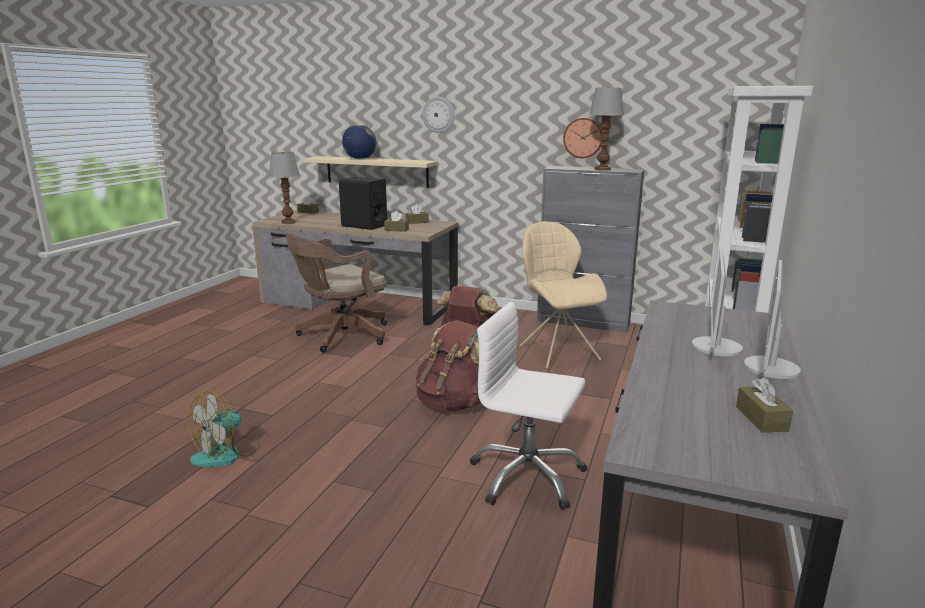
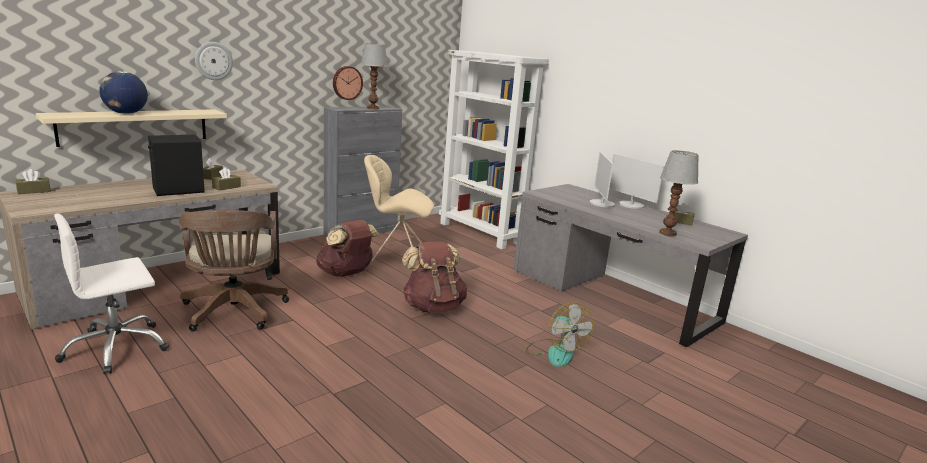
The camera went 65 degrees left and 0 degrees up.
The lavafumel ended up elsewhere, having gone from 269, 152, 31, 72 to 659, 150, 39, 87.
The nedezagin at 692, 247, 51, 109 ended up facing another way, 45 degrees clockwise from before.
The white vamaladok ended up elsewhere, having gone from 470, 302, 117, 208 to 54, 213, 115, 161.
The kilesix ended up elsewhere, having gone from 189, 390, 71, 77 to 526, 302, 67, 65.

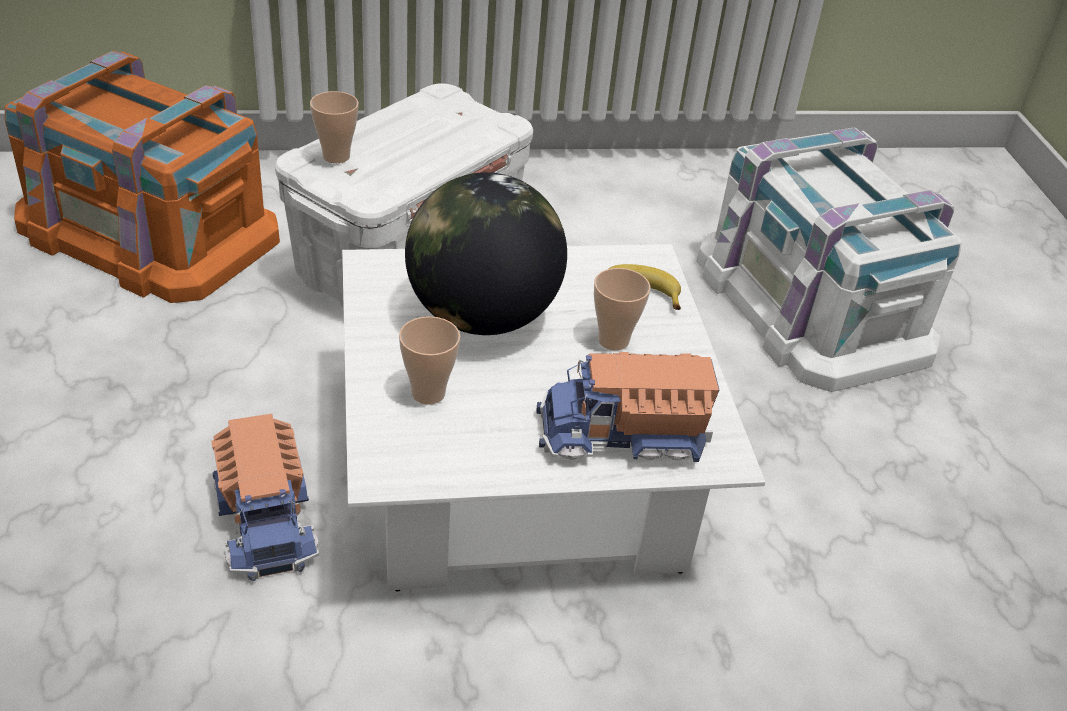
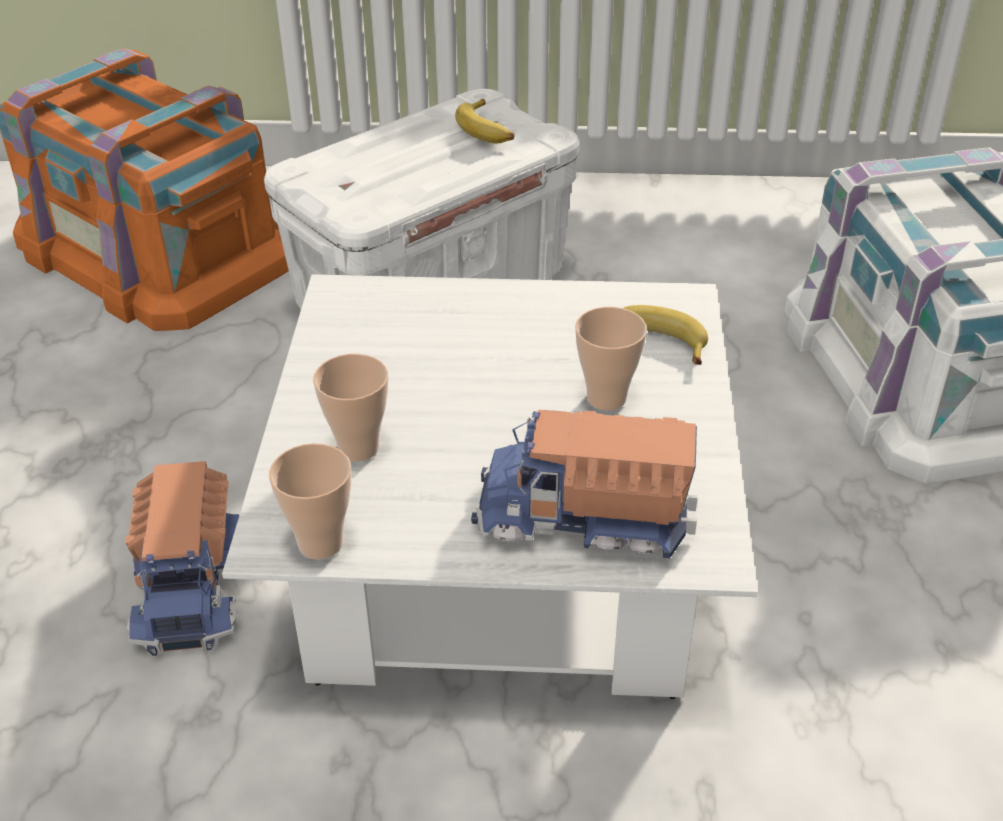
The camera went 15 degrees right and 0 degrees up.
The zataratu ended up elsewhere, having gone from 310, 91, 49, 72 to 269, 443, 83, 116.
The second view lost the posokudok at 405, 172, 162, 163.
The second view gained the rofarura at 455, 99, 60, 44.

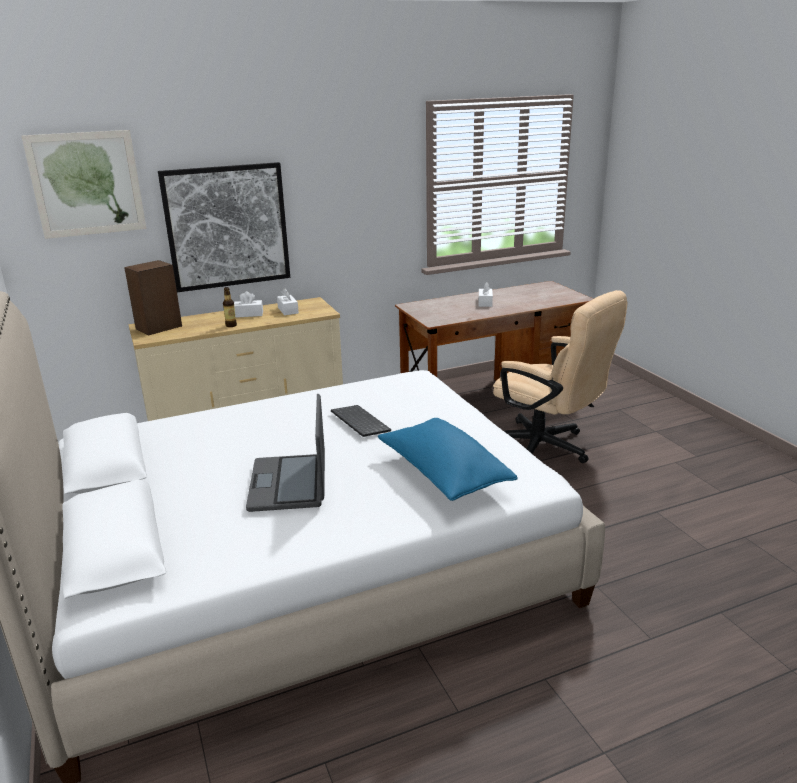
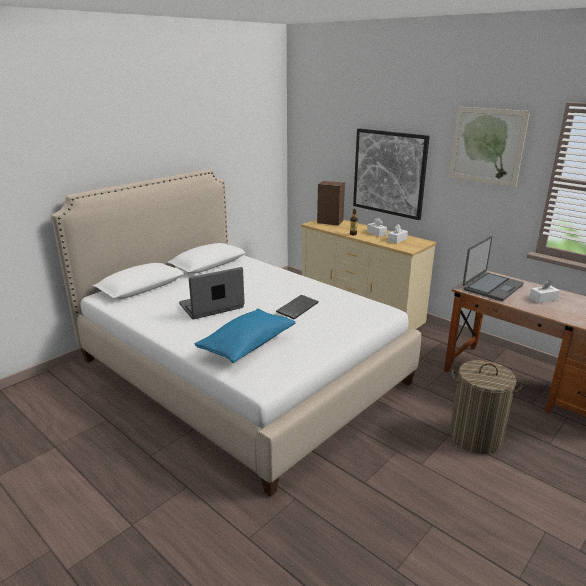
The camera went 65 degrees right and 0 degrees up.
The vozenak ended up elsewhere, having gone from 21, 130, 126, 109 to 449, 107, 81, 80.
Where the beige vamaladok stood at 493, 290, 134, 173, the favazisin came to stand at 450, 360, 73, 94.
The second view gained the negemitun at 463, 236, 61, 65.

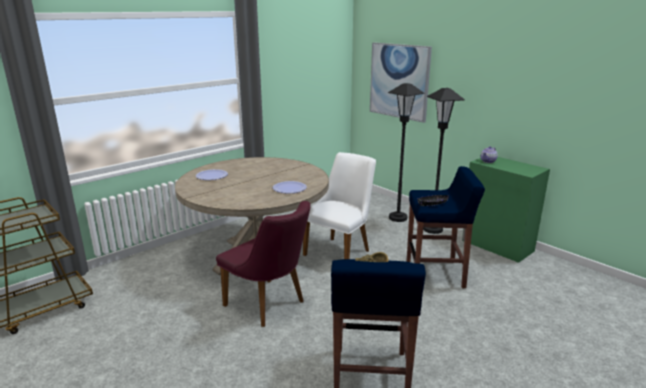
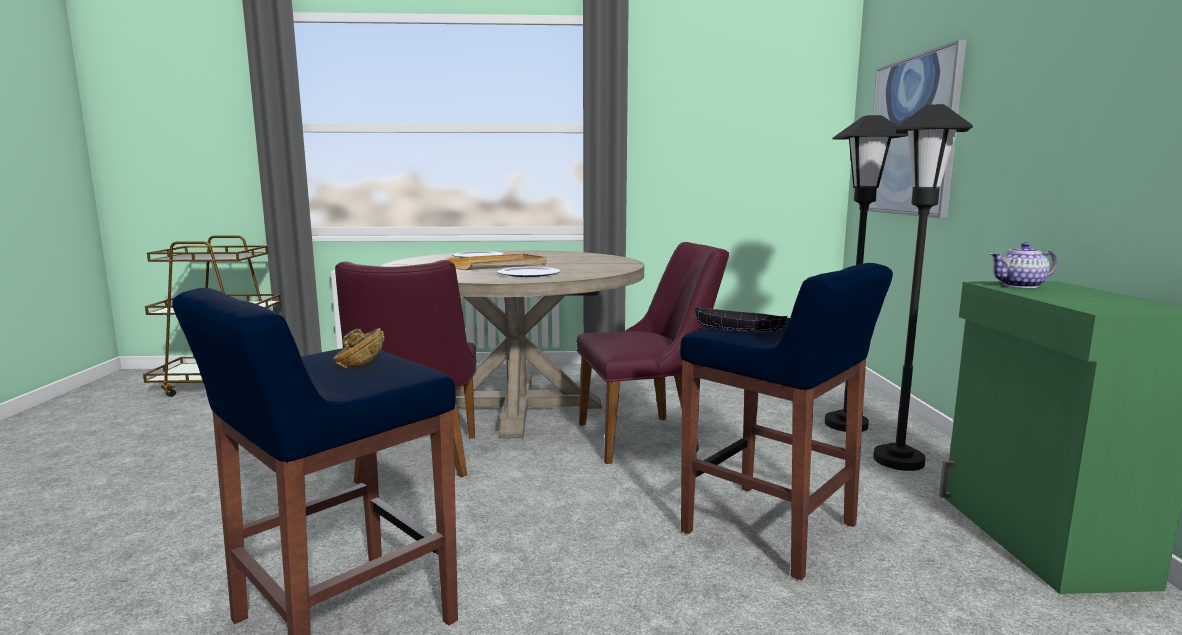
The camera went 40 degrees right and 10 degrees down.
What was the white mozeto at 303, 152, 73, 107 turned into the purple mozeto at 576, 242, 153, 222.
The second view gained the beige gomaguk at 446, 254, 101, 16.

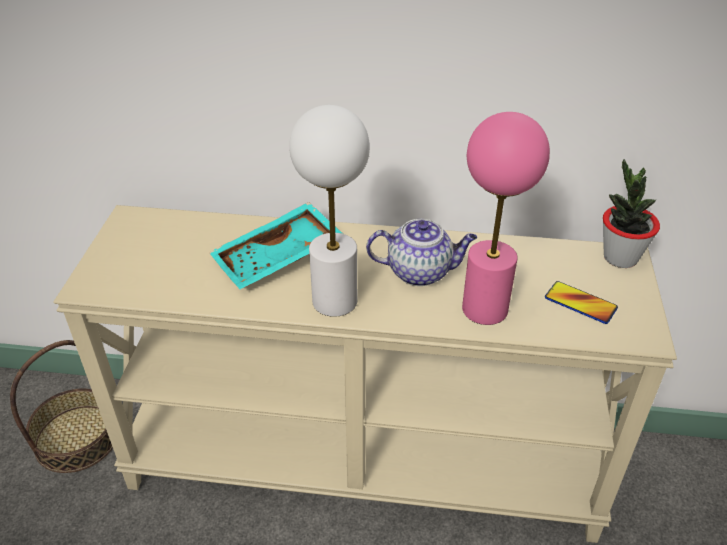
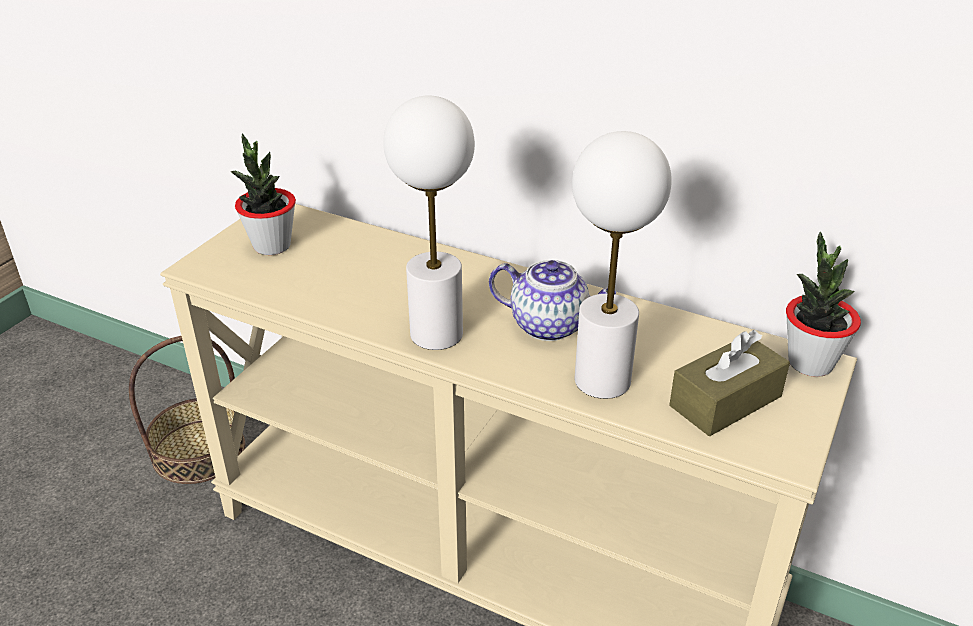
The camera went 20 degrees right and 5 degrees down.
What was the pink lavafumel at 462, 112, 88, 213 turned into the white lavafumel at 572, 131, 100, 268.
The second view lost the turquoise gomaguk at 209, 202, 134, 87.
Where the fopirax stood at 545, 281, 73, 43, the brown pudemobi came to stand at 669, 330, 121, 106.
The second view gained the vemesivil at 231, 134, 65, 121.

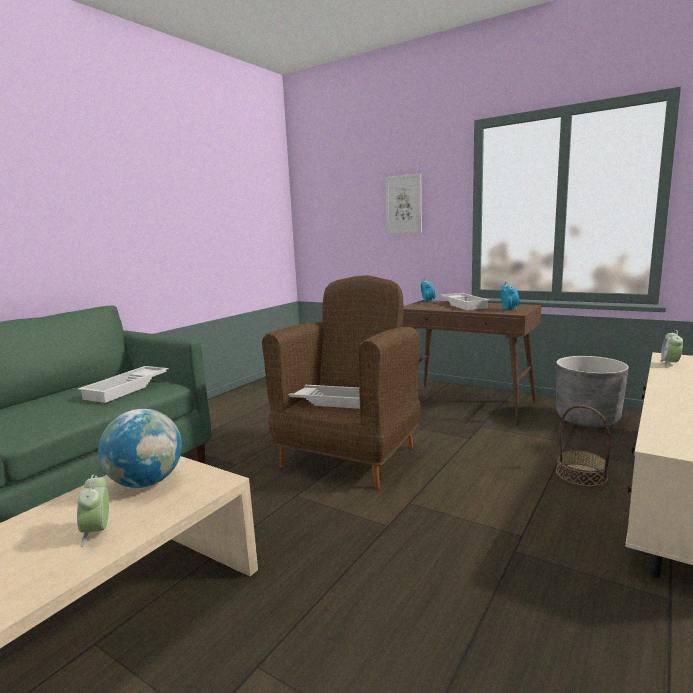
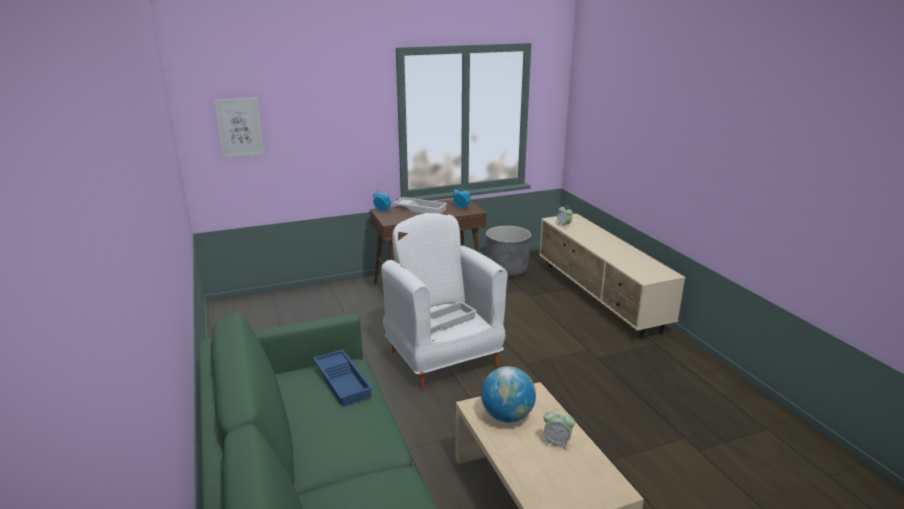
The camera went 55 degrees left and 10 degrees up.
The vozenak ended up elsewhere, having gone from 385, 173, 37, 61 to 214, 98, 50, 60.
What was the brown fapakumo at 262, 275, 159, 214 turned into the white fapakumo at 381, 213, 127, 176.
What was the white gomaguk at 78, 366, 91, 37 turned into the blue gomaguk at 313, 349, 60, 58.
The second view lost the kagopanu at 556, 405, 55, 82.

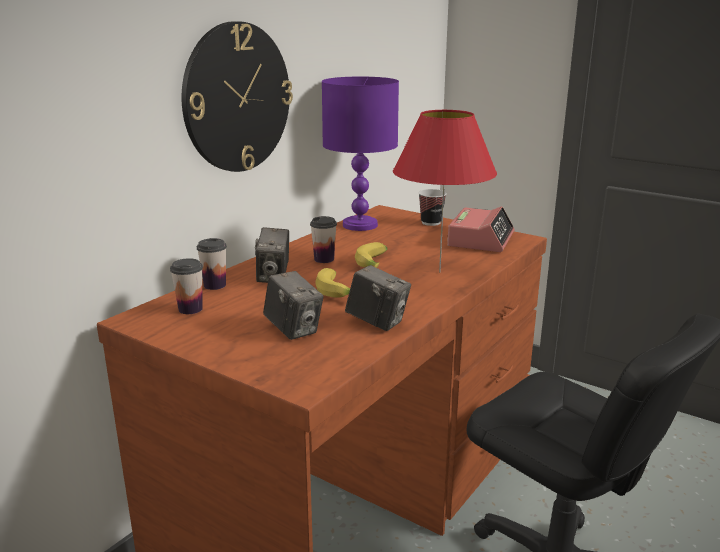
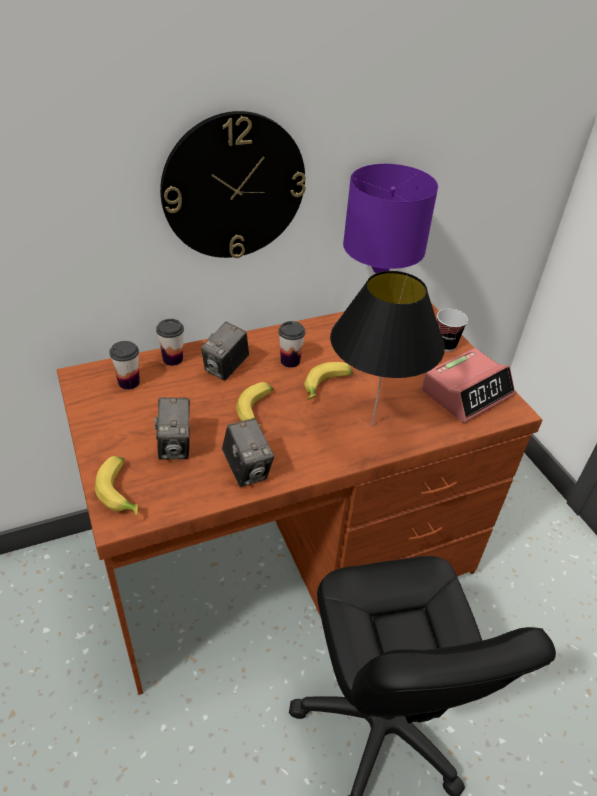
The camera went 30 degrees right and 20 degrees up.
What was the red lavafumel at 393, 110, 104, 163 turned into the black lavafumel at 330, 271, 115, 155.
The second view gained the rofarura at 95, 456, 43, 60.

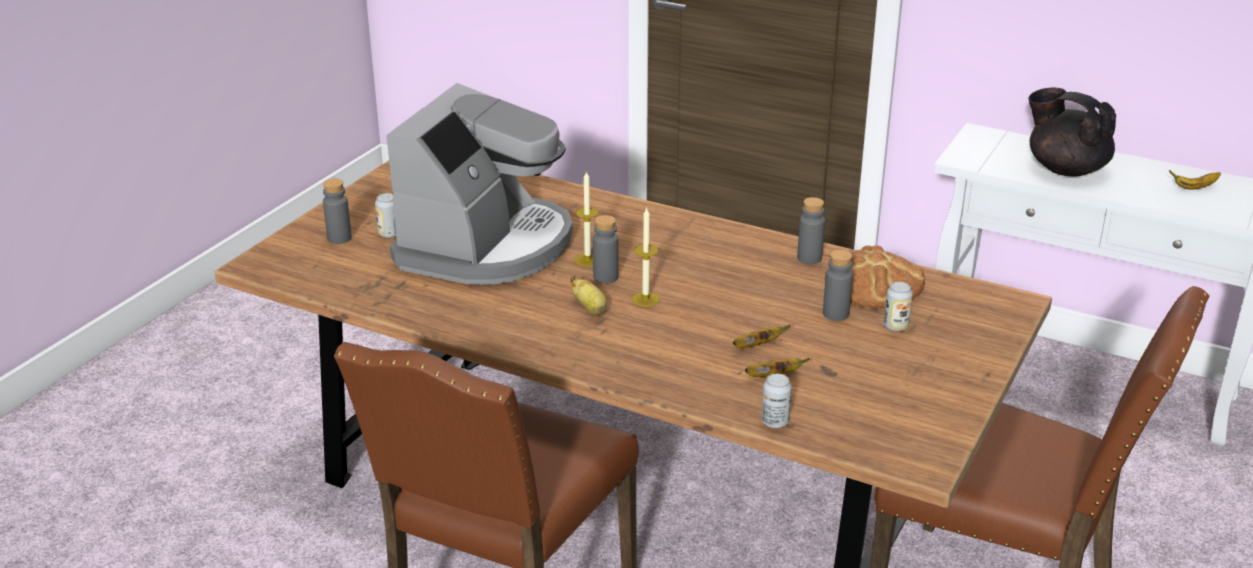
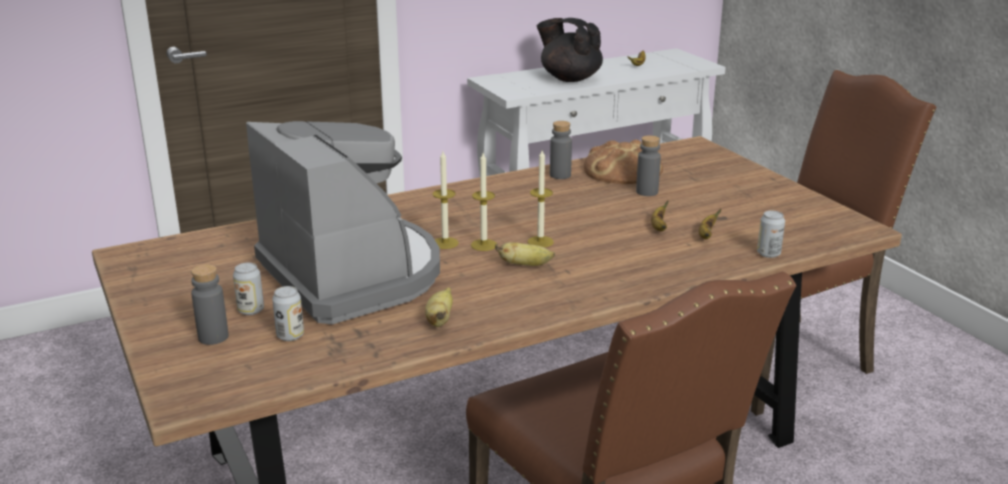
The camera went 55 degrees left and 5 degrees down.
The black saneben at 1028, 87, 88, 90 ended up facing another way, 45 degrees clockwise from before.
Where the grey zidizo stood at 593, 215, 26, 69, the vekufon came to stand at 471, 153, 25, 98.
The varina ended up elsewhere, having gone from 884, 282, 29, 49 to 272, 286, 32, 55.
The second view gained the rofarura at 425, 287, 28, 40.

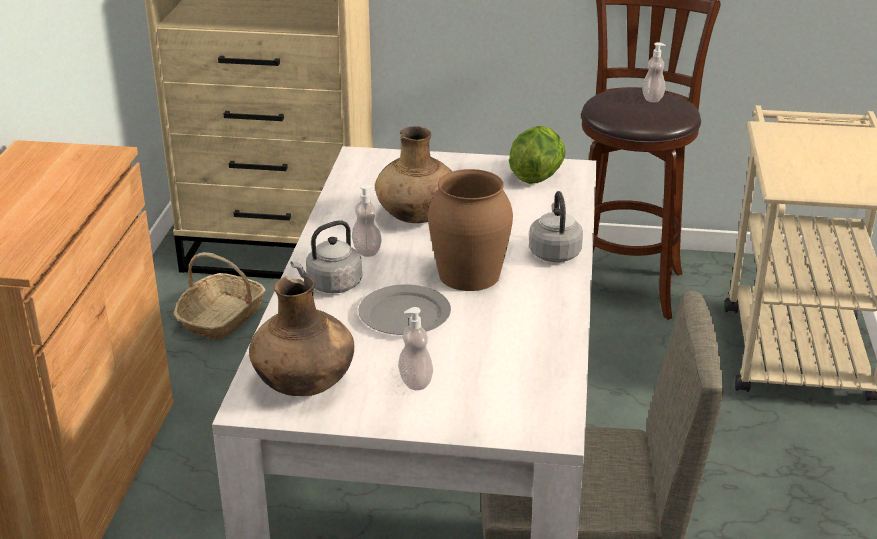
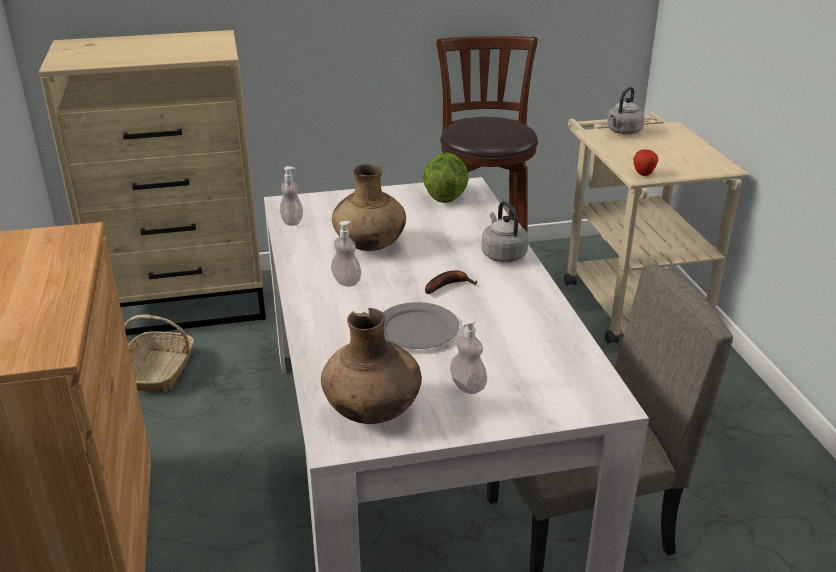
The camera went 20 degrees left and 0 degrees up.
The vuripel ended up elsewhere, having gone from 642, 42, 23, 60 to 280, 166, 23, 60.
Where the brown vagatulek stood at 428, 169, 85, 122, the rofarura came to stand at 425, 270, 52, 24.
The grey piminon ended up elsewhere, having gone from 290, 220, 72, 73 to 607, 87, 38, 48.
The second view gained the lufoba at 633, 149, 25, 27.

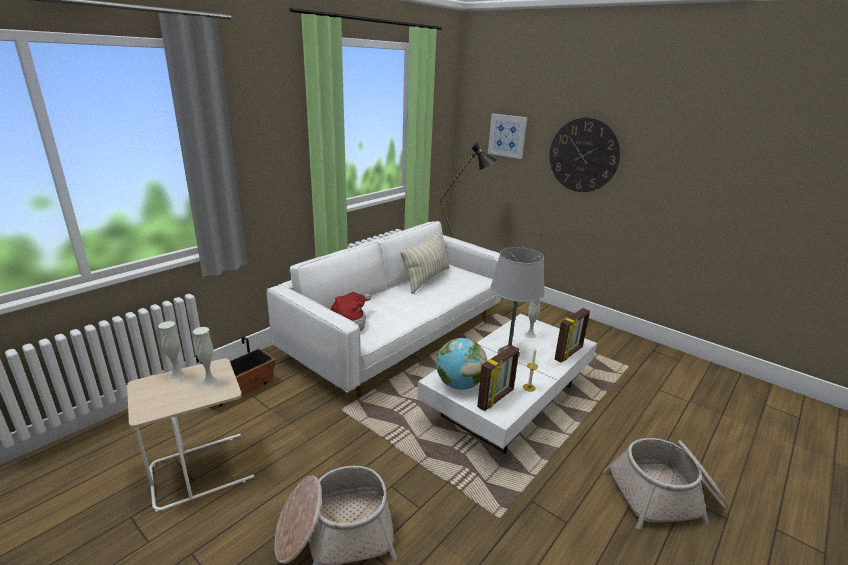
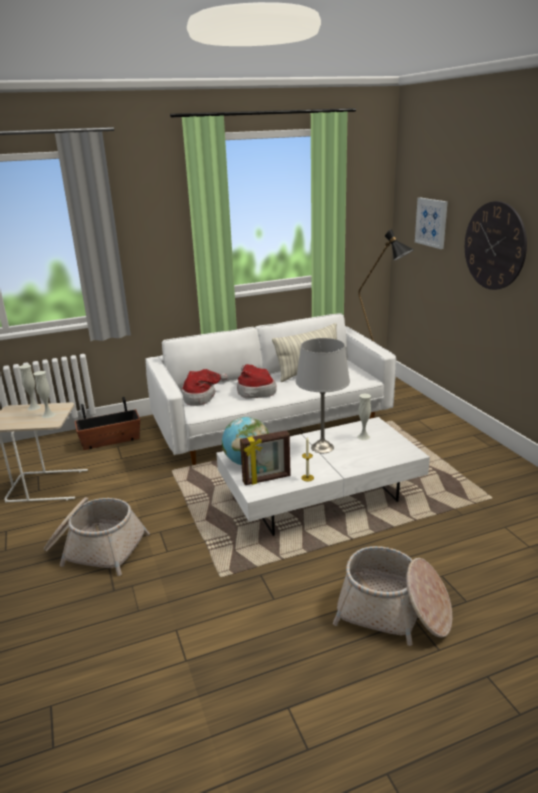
The camera went 30 degrees right and 0 degrees up.
The second view lost the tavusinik at 554, 308, 36, 55.
The second view gained the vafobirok at 237, 364, 40, 35.

